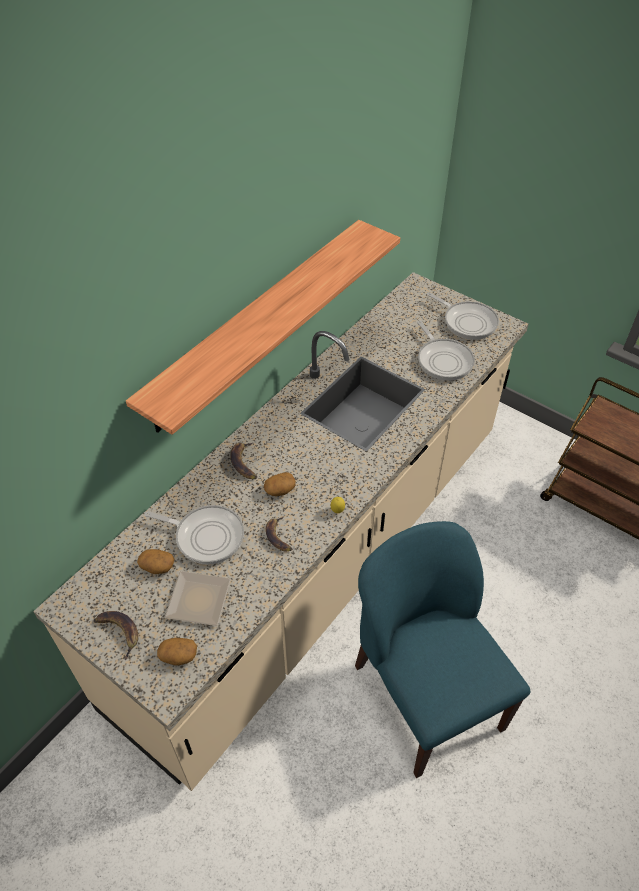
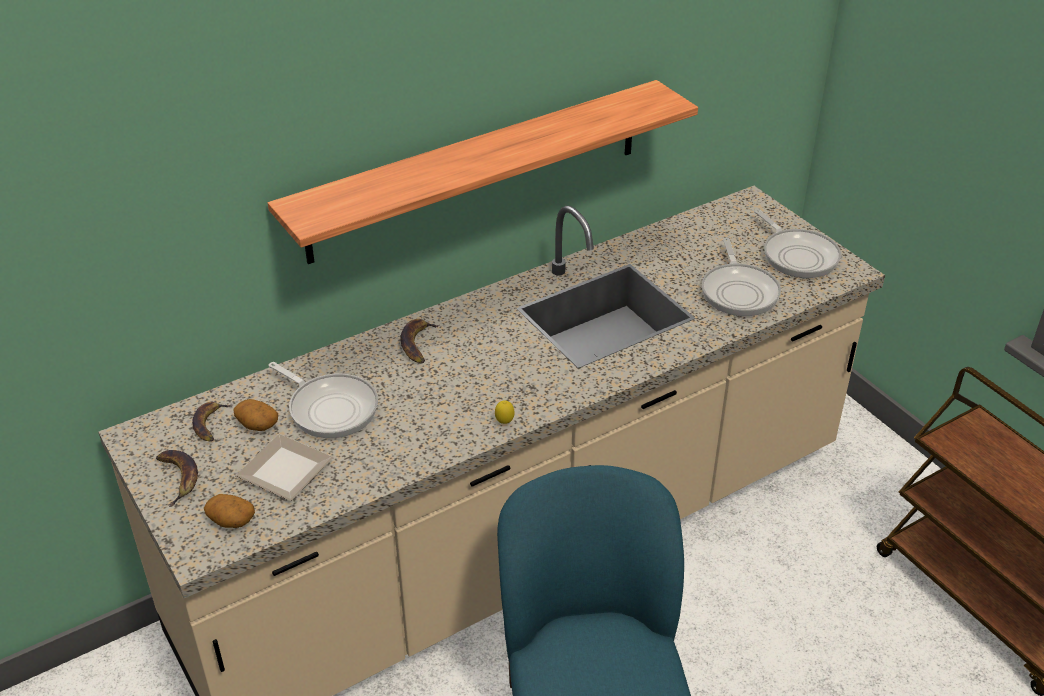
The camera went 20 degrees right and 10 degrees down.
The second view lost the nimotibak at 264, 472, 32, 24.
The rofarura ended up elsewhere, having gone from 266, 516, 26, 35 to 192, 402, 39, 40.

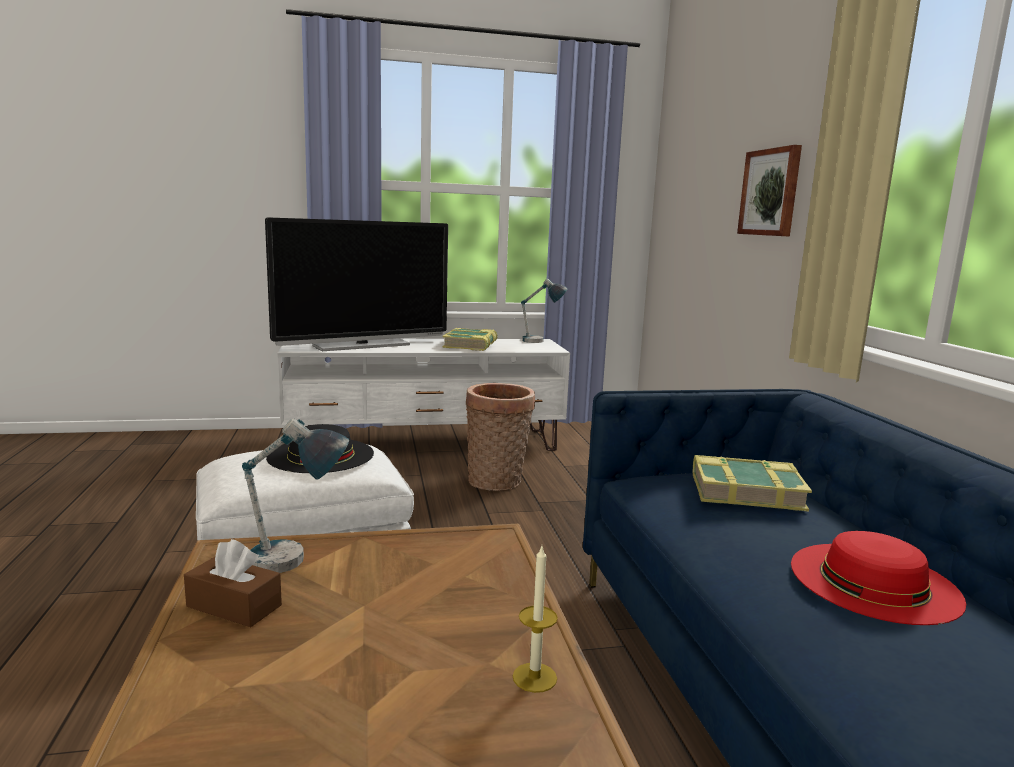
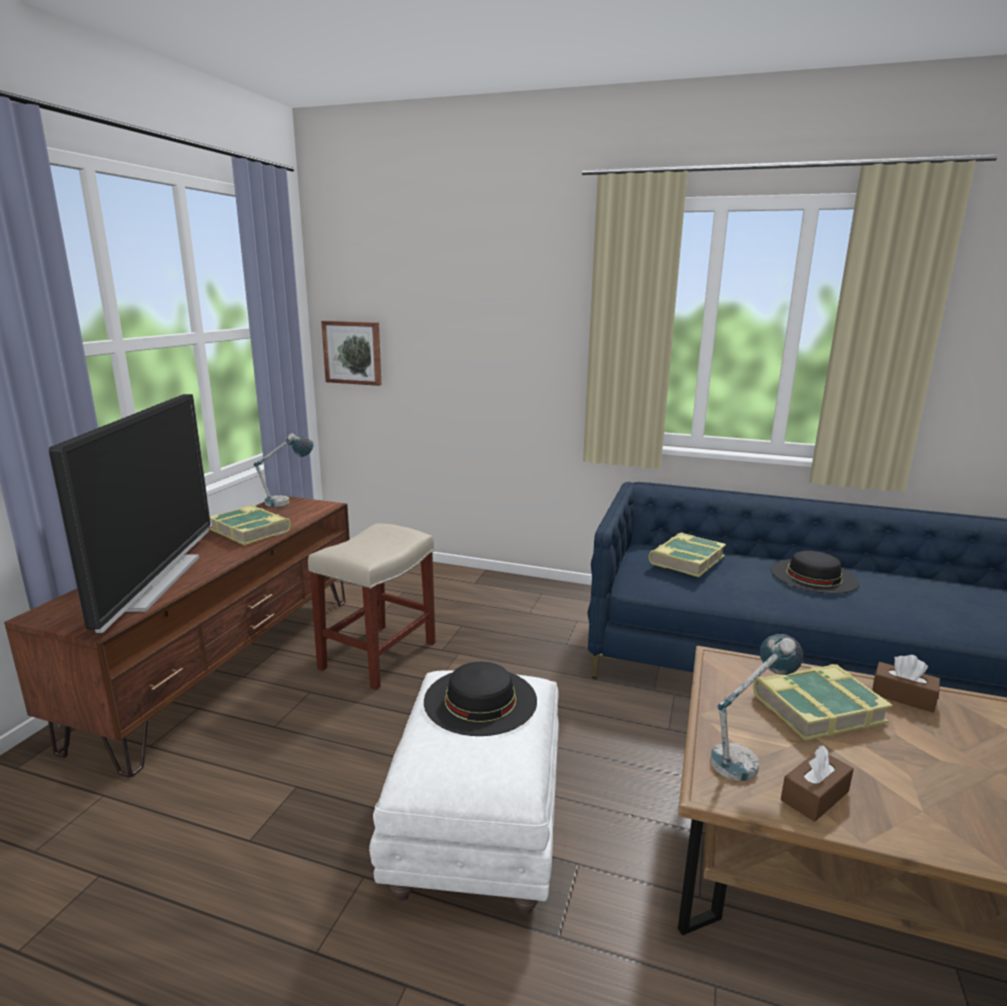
The camera went 60 degrees left and 5 degrees up.
The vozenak ended up elsewhere, having gone from 737, 145, 65, 91 to 321, 321, 60, 65.
What was the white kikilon at 277, 339, 293, 112 turned into the brown kikilon at 4, 496, 346, 281.
Where the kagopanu stood at 466, 383, 69, 108, the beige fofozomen came to stand at 308, 523, 127, 167.
What was the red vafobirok at 791, 531, 175, 94 turned into the black vafobirok at 771, 551, 88, 43.
Where the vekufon stood at 513, 546, 45, 147, the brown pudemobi came to stand at 872, 655, 68, 58.
The second view gained the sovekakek at 753, 664, 139, 77.

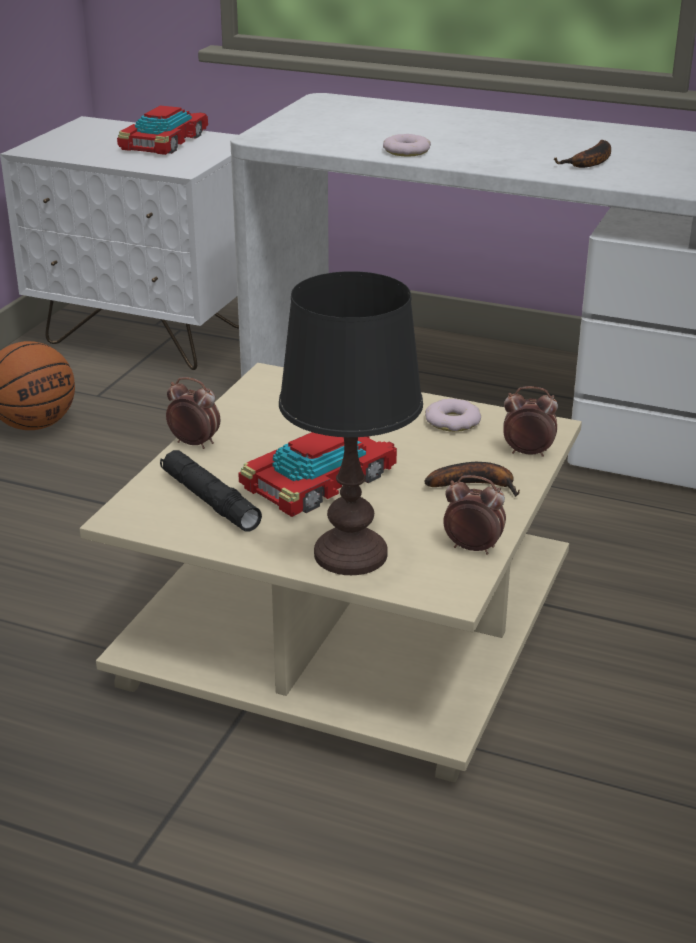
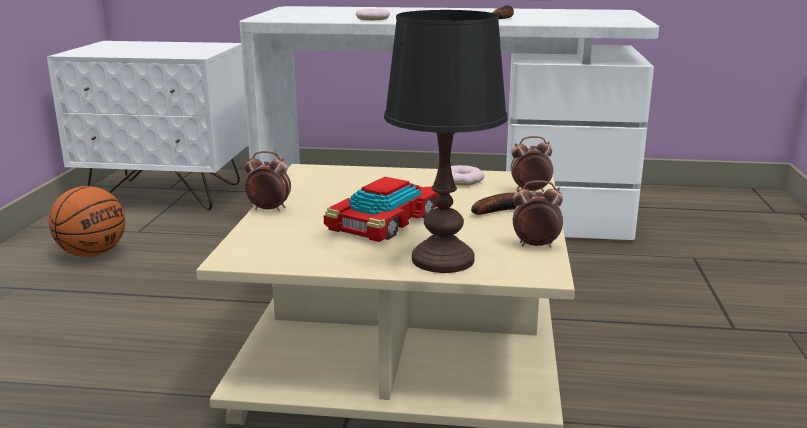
The camera went 15 degrees left and 10 degrees down.
The second view lost the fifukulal at 117, 106, 91, 49.
The second view lost the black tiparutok at 160, 450, 102, 82.

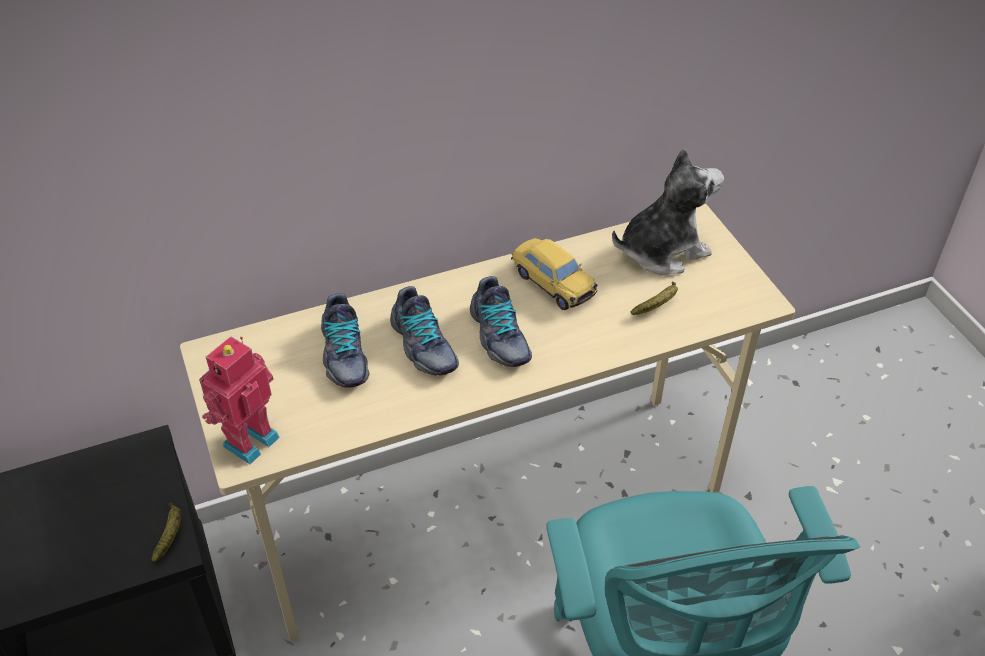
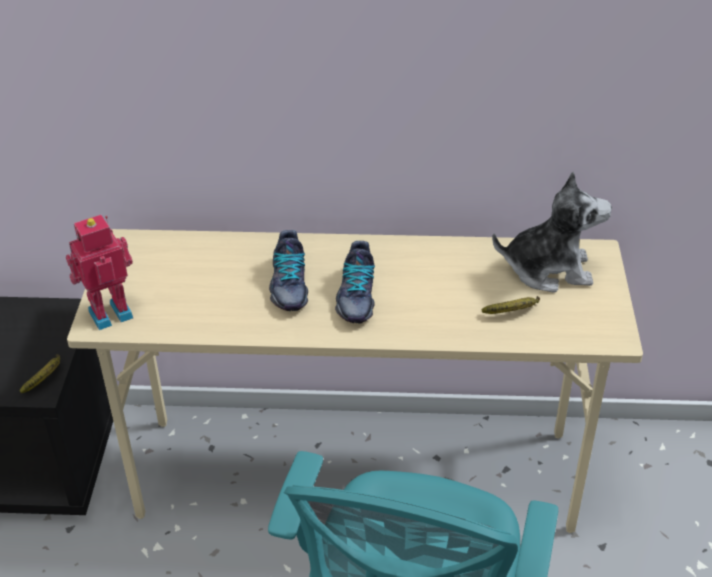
The camera went 25 degrees right and 5 degrees down.
The second view lost the fifukulal at 511, 238, 86, 72.
The second view lost the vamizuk at 321, 293, 49, 95.

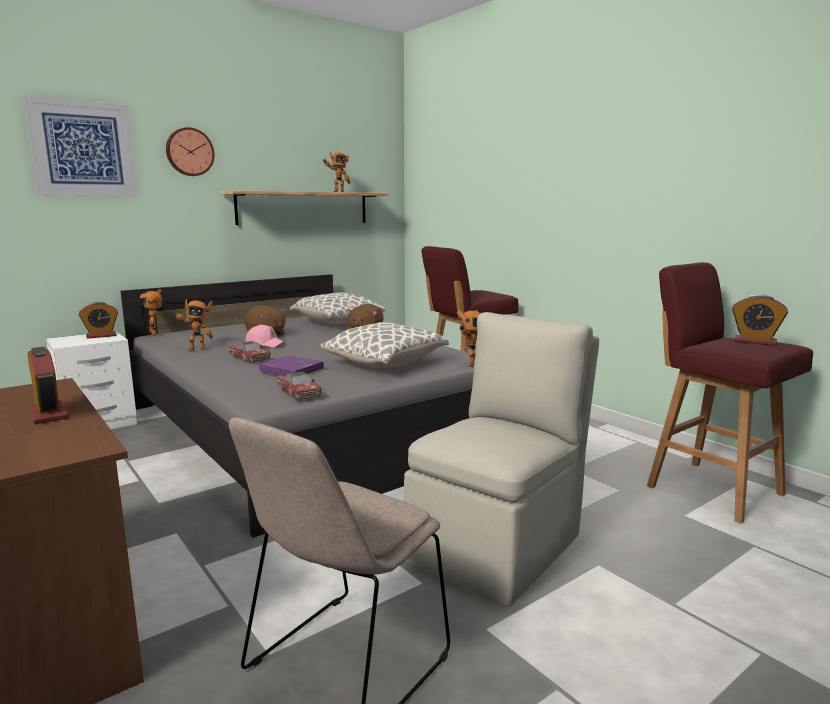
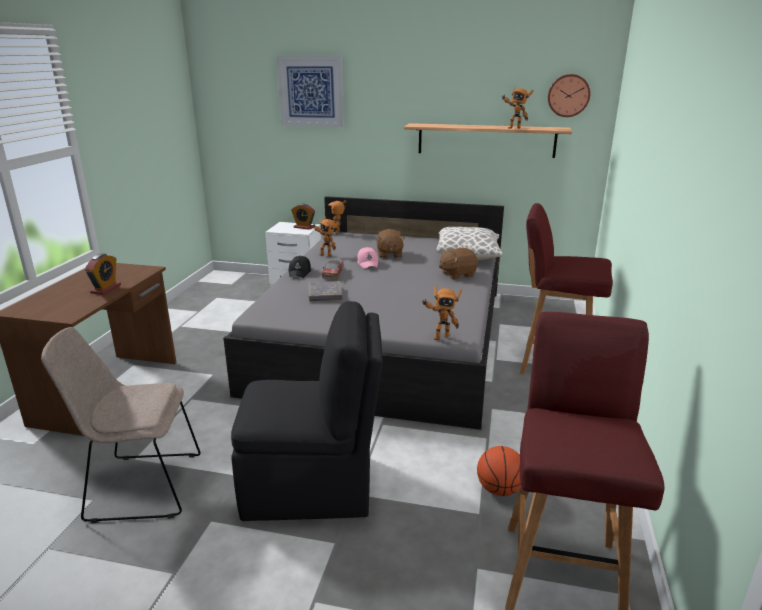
The camera went 50 degrees right and 10 degrees up.
The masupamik ended up elsewhere, having gone from 166, 127, 49, 49 to 548, 74, 42, 43.
The second view lost the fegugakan at 732, 295, 56, 51.
What was the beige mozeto at 404, 312, 195, 294 turned into the black mozeto at 231, 301, 152, 220.
The second view lost the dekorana at 321, 322, 128, 46.
What was the purple sovekakek at 259, 356, 65, 20 turned into the grey sovekakek at 308, 281, 35, 20.
The second view lost the fifukulal at 277, 372, 44, 28.
The second view gained the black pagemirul at 288, 256, 23, 22.
The second view gained the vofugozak at 477, 446, 44, 50.

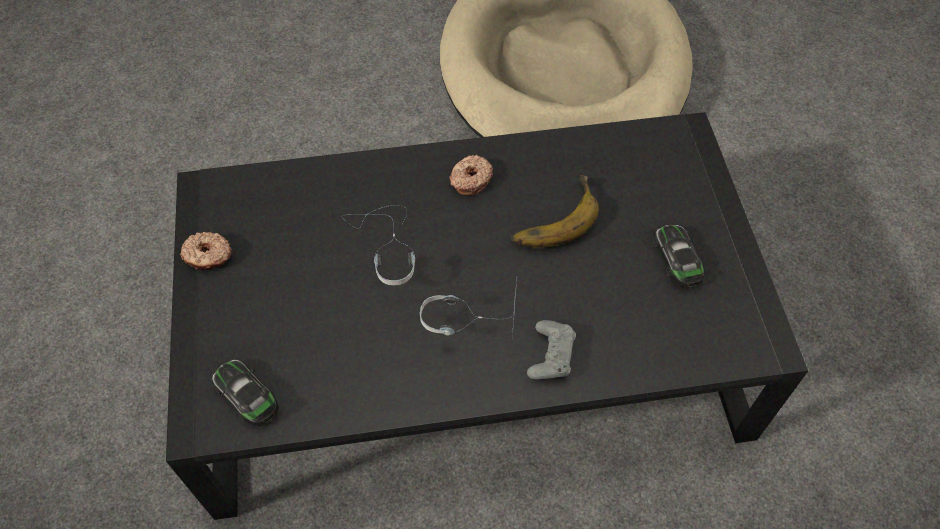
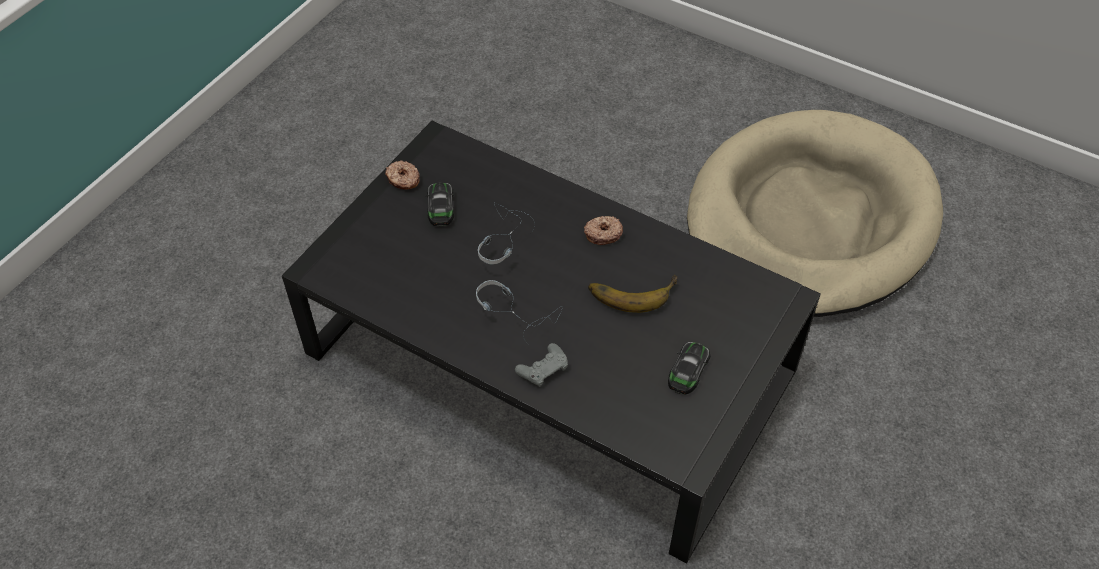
The camera went 40 degrees right and 5 degrees down.
The fifukulal ended up elsewhere, having gone from 211, 359, 68, 67 to 426, 183, 28, 44.

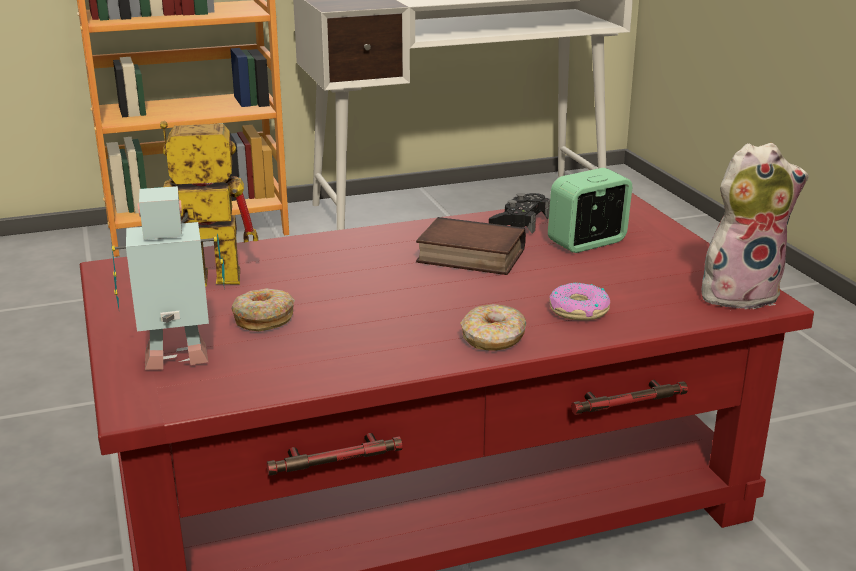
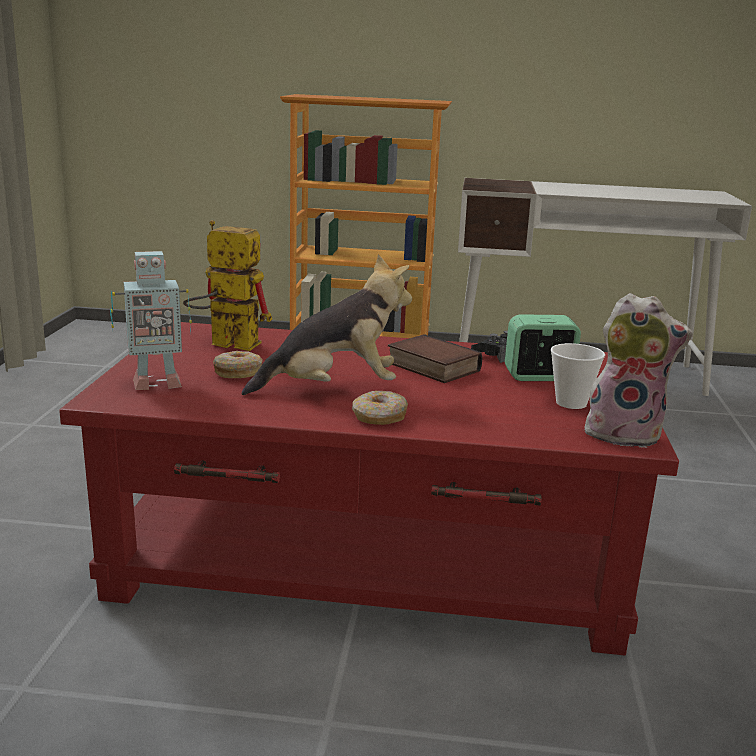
The camera went 25 degrees right and 5 degrees down.
The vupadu at 111, 186, 114, 184 ended up facing another way, 150 degrees clockwise from before.
The second view lost the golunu at 549, 283, 61, 37.
The second view gained the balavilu at 242, 255, 170, 140.
The second view gained the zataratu at 551, 343, 54, 66.

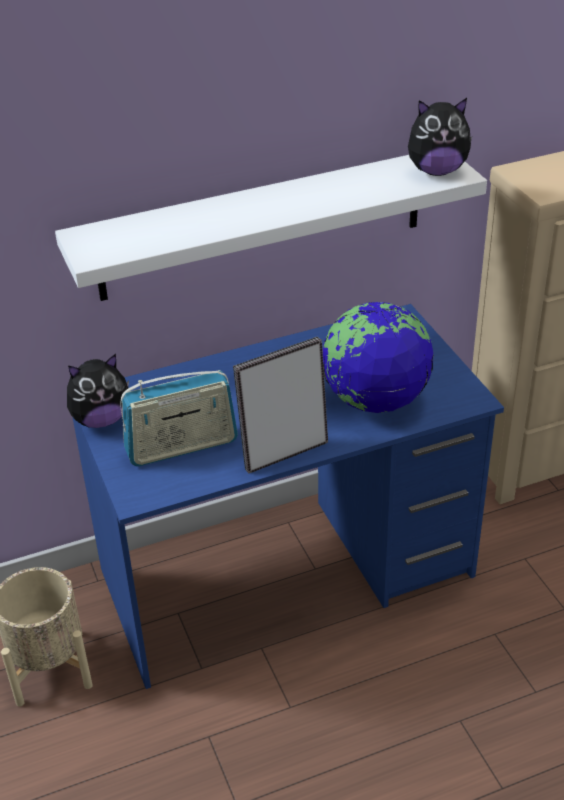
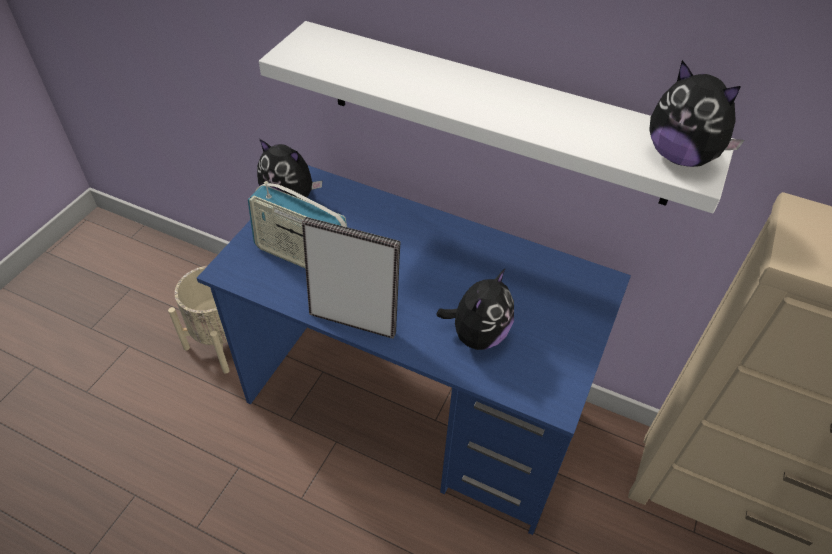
The camera went 45 degrees right and 10 degrees up.
Where the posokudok stood at 323, 302, 111, 111, the balavilu came to stand at 436, 268, 78, 82.

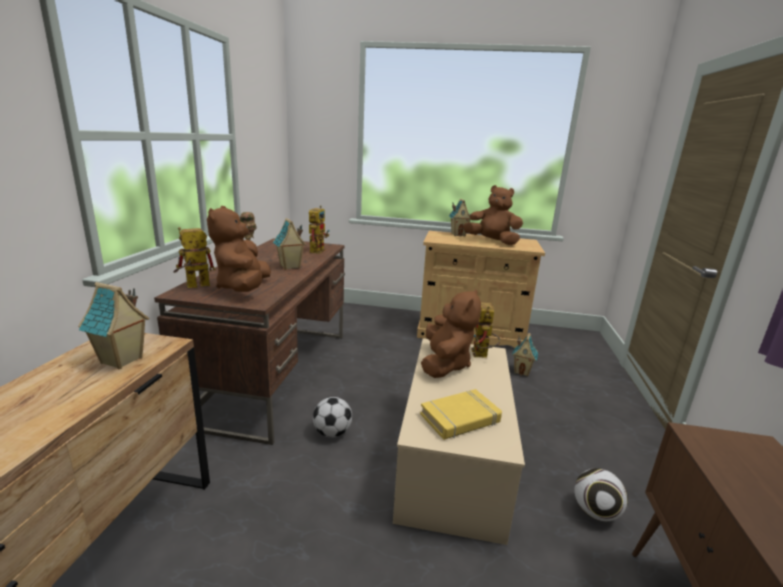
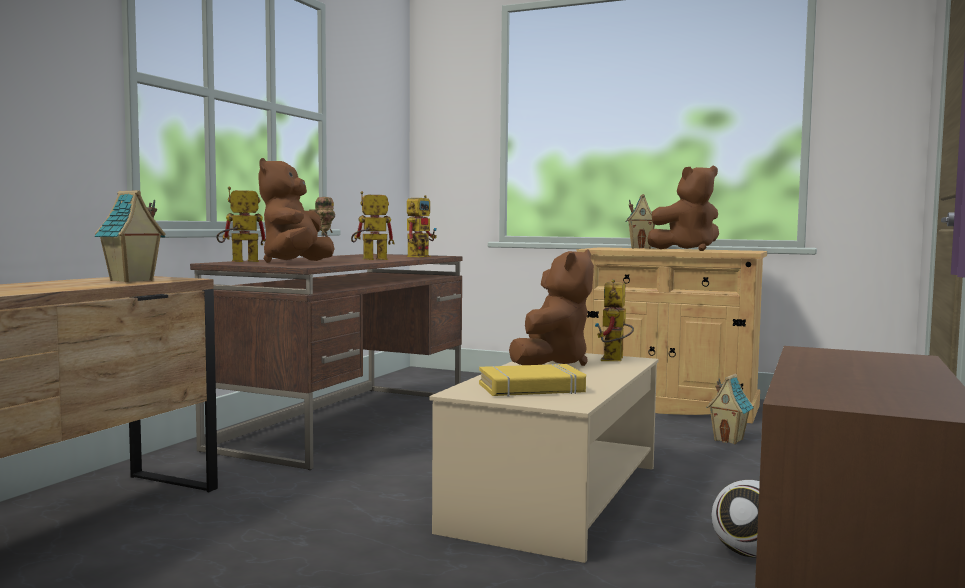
The camera went 15 degrees right and 15 degrees down.
The brown balavilu at 463, 185, 60, 60 ended up facing another way, 120 degrees clockwise from before.
Where the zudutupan stood at 273, 218, 33, 52, the vupadu came to stand at 351, 191, 44, 69.
The second view lost the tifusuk at 313, 397, 39, 41.

